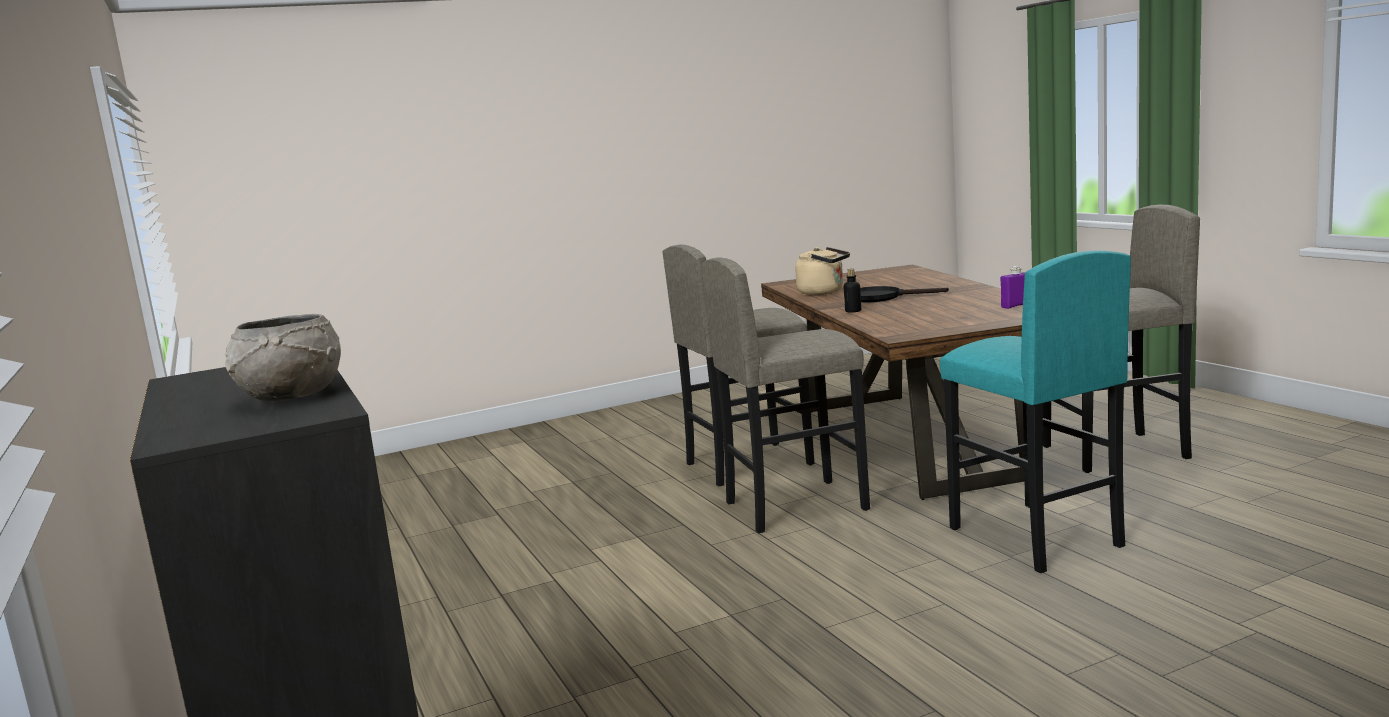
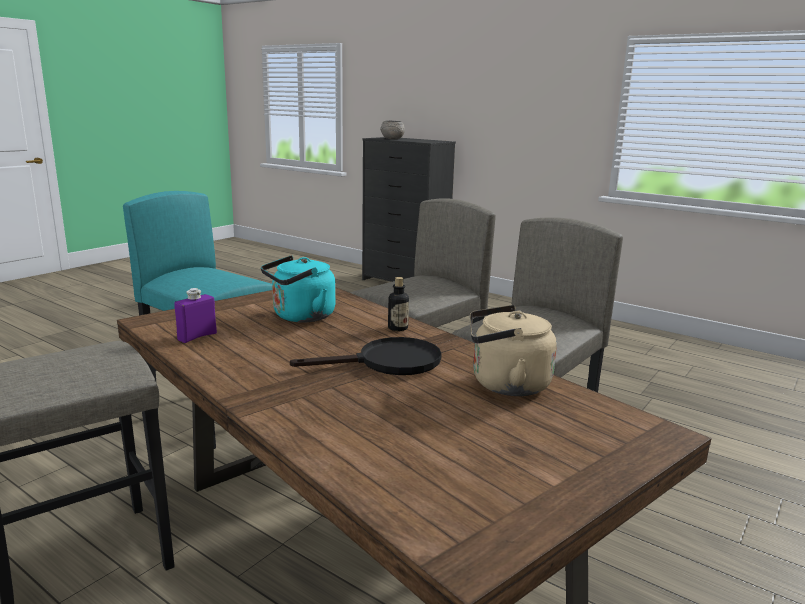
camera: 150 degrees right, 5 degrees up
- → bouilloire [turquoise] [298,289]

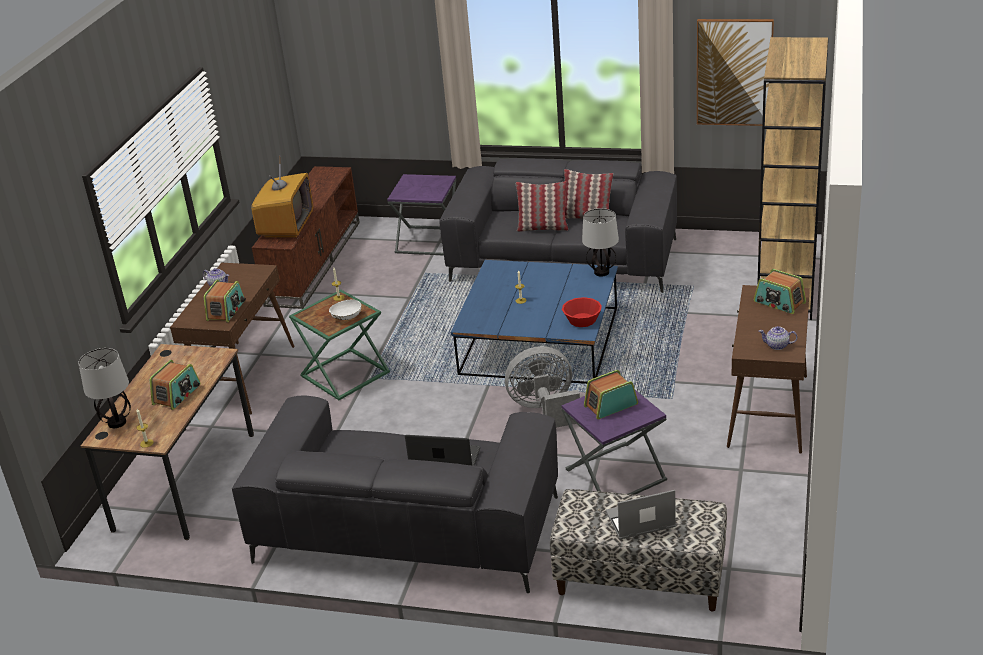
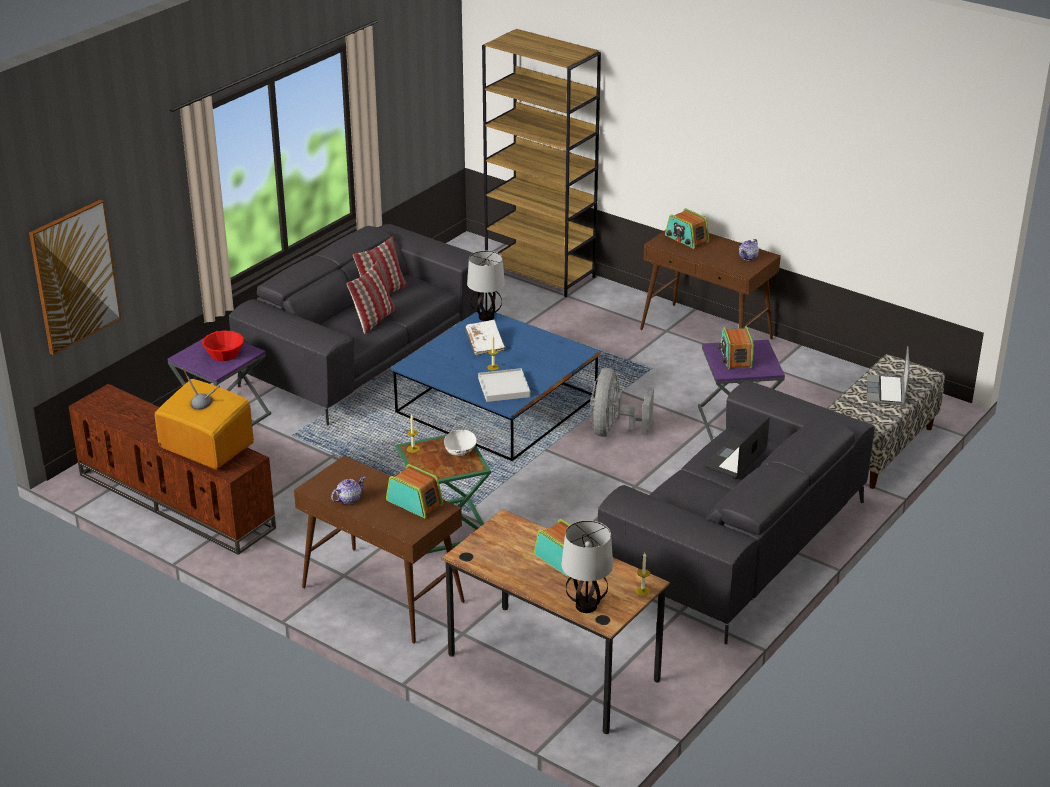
camera: 70 degrees left, 0 degrees up
tableau [735,72] → tableau [75,277], moved
radio [780,291] → radio [687,228], 75 degrees clockwise
bol [rouge] [582,312] → bol [rouge] [223,345], moved
- → livre [blanc] [485,337]
- → plateau [blanc] [504,385]

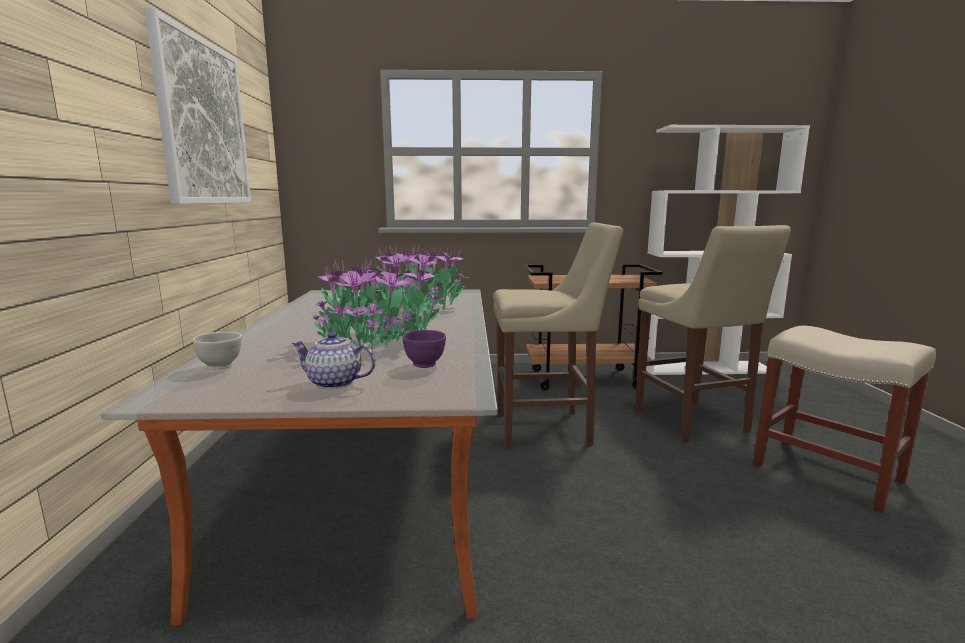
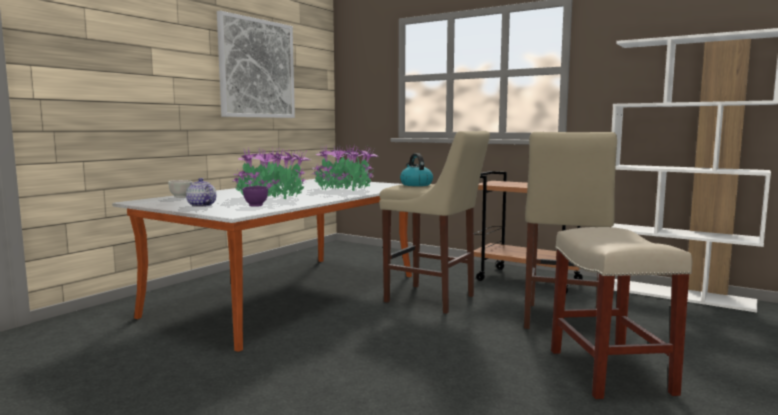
camera: 35 degrees right, 5 degrees down
- → bouilloire [416,169]

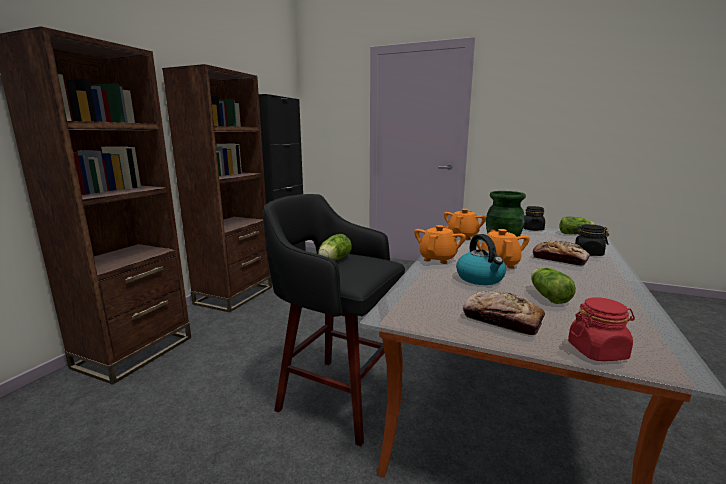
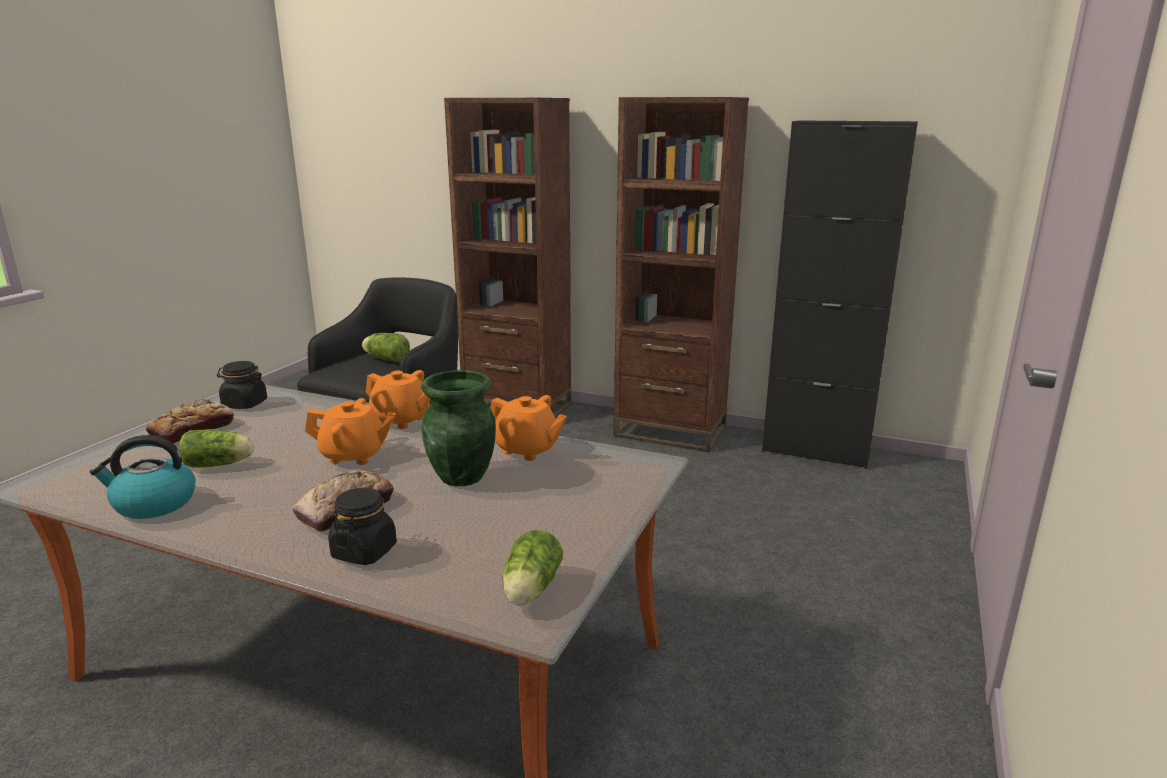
camera: 90 degrees right, 5 degrees up
bocal [noir] [534,218] → bocal [noir] [242,385], moved
bouilloire [481,259] → bouilloire [142,477], moved
bocal [rouge] [601,329] → -

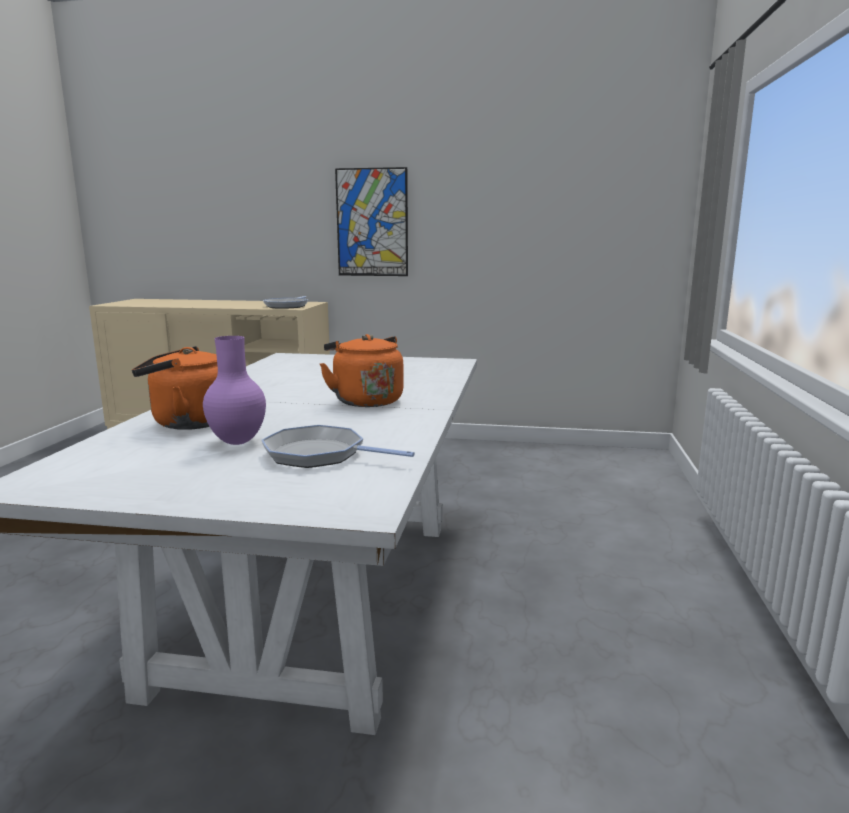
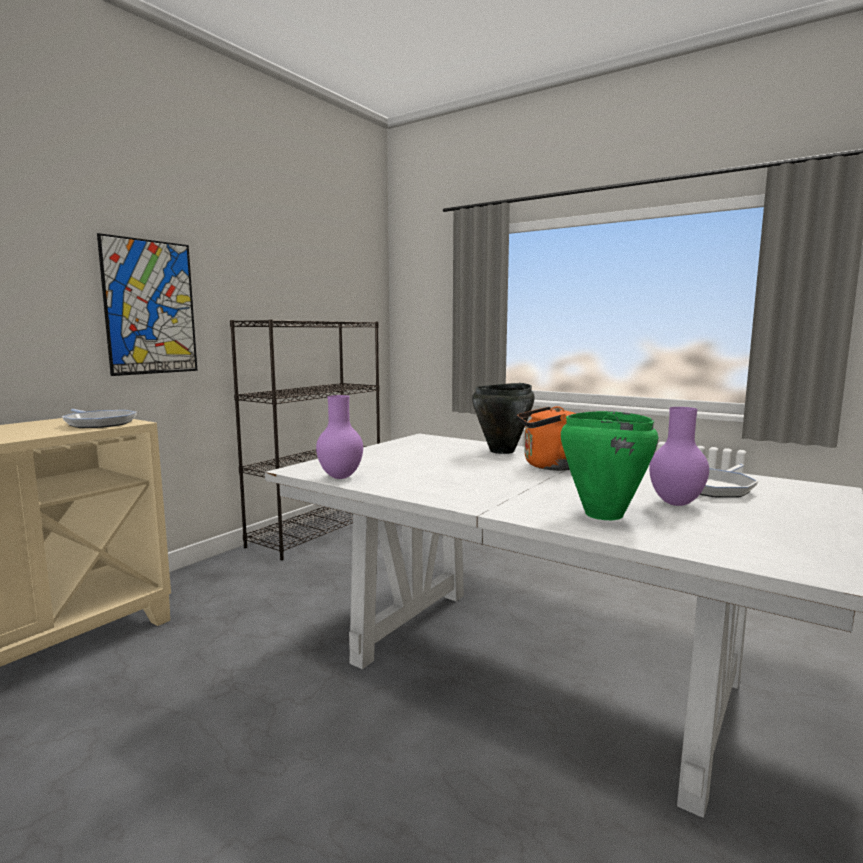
camera: 65 degrees left, 5 degrees down
bouilloire [orange] [175,388] → marmite [vert] [609,465]
- → bibliothèque [noir] [305,439]
- → marmite [noir] [503,418]
- → vase [violet] [339,437]

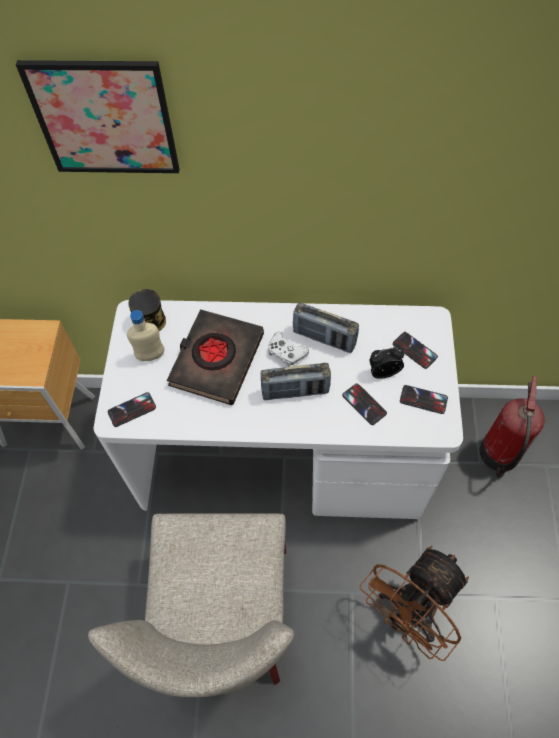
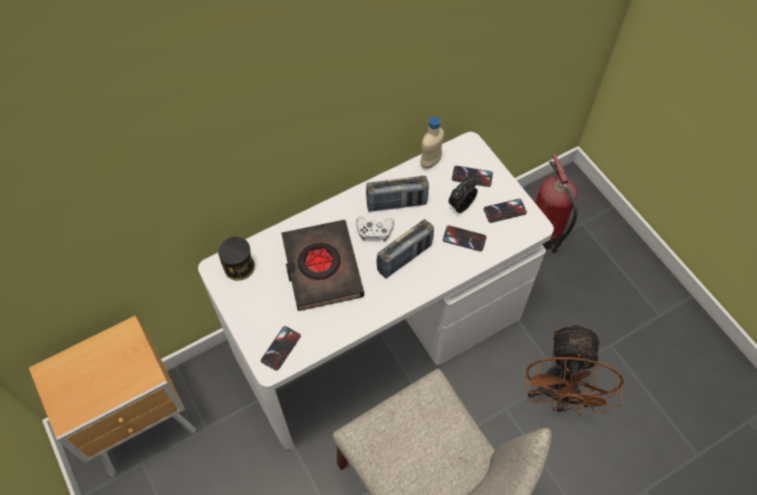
camera: 35 degrees left, 0 degrees up
tableau [98,116] → -
bouteille [beige] [145,335] → bouteille [beige] [432,143], moved

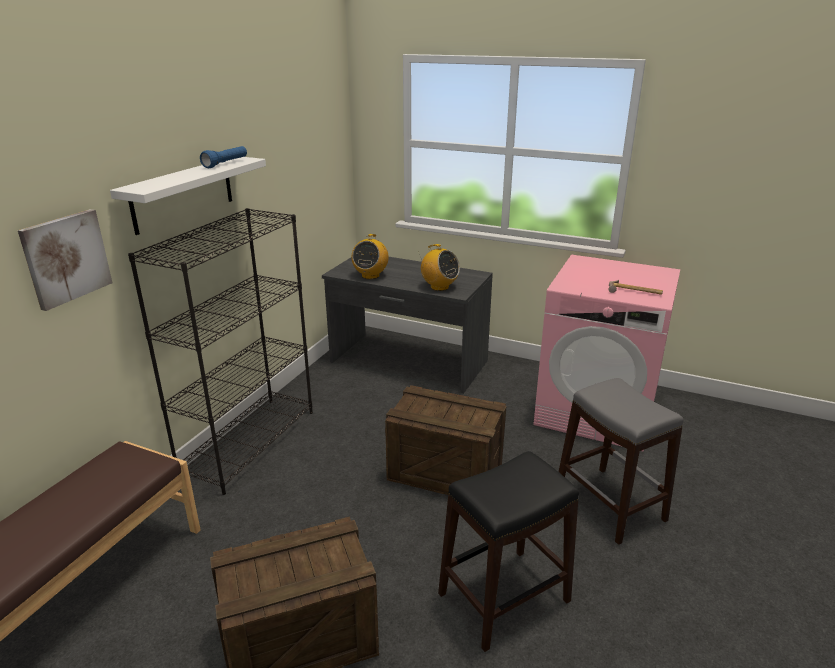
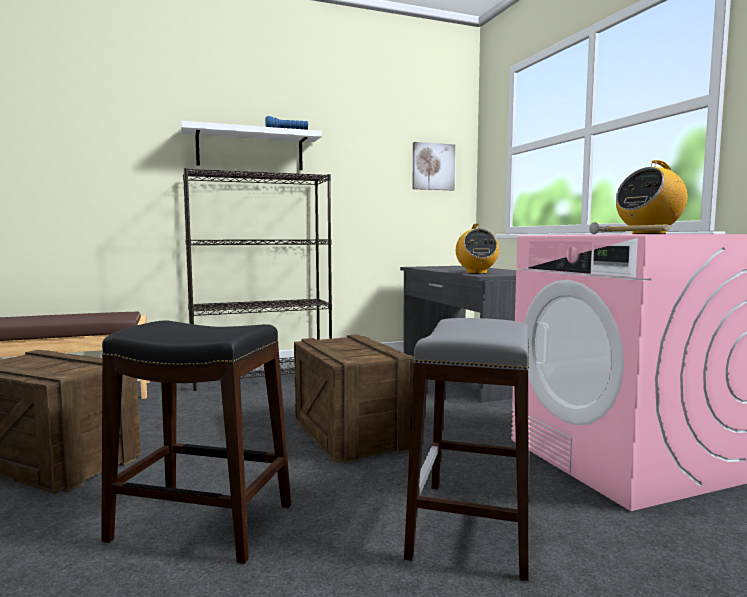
camera: 45 degrees right, 20 degrees down
tableau [65,260] → tableau [434,166], moved
radio [370,256] → radio [651,197], moved

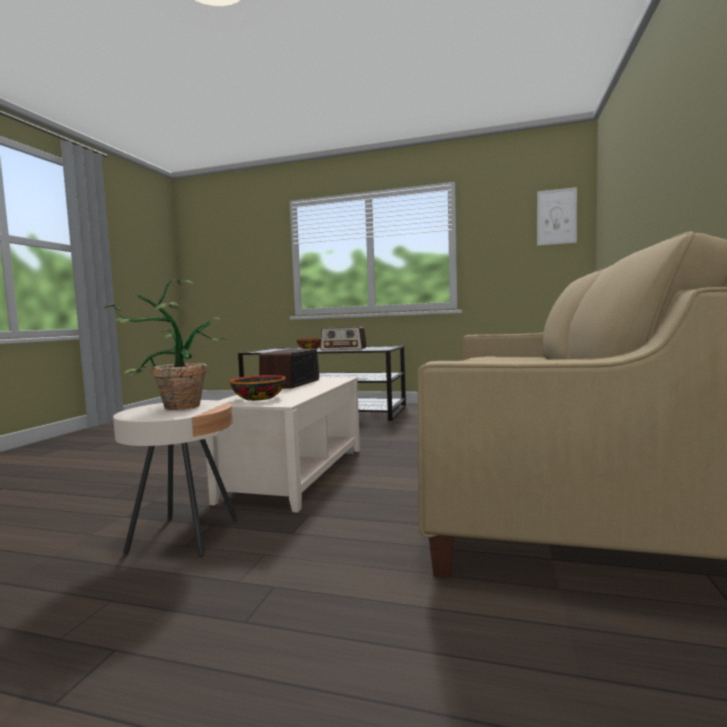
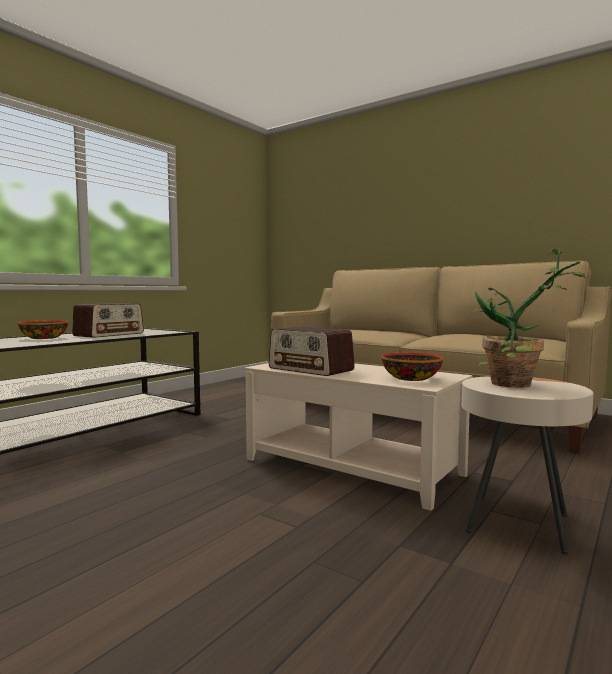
camera: 70 degrees left, 0 degrees up
tableau [557,216] → -

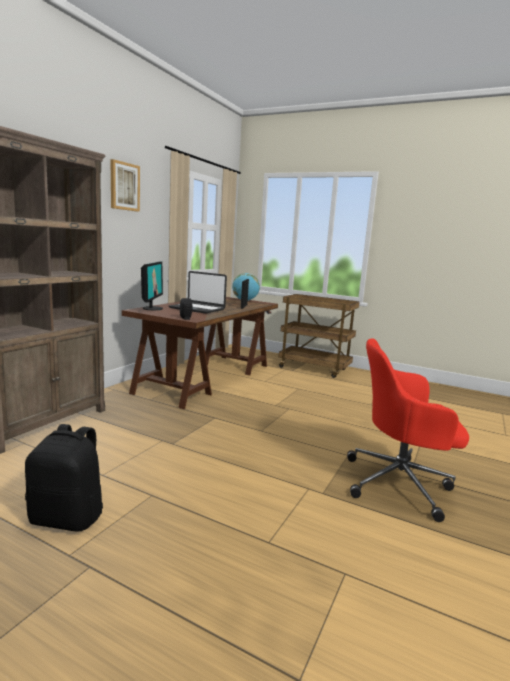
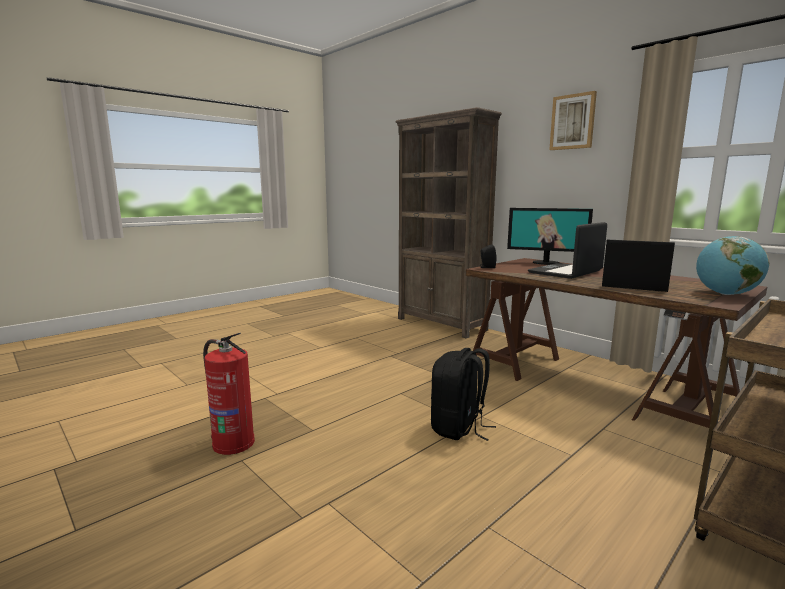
camera: 110 degrees right, 0 degrees up
chaise de bureau [rouge] [408,430] → extincteur [229,394]
sac à dos [noir] [64,478] → sac à dos [noir] [463,394], moved

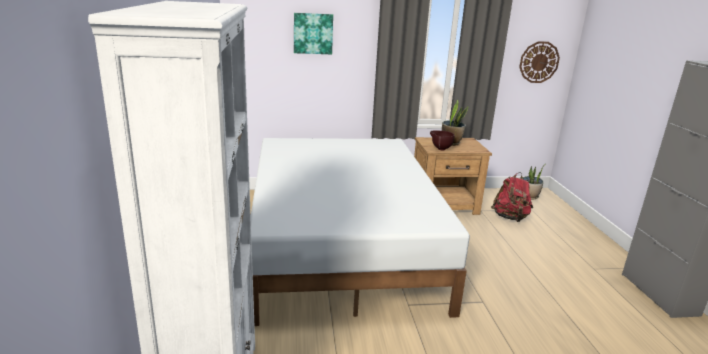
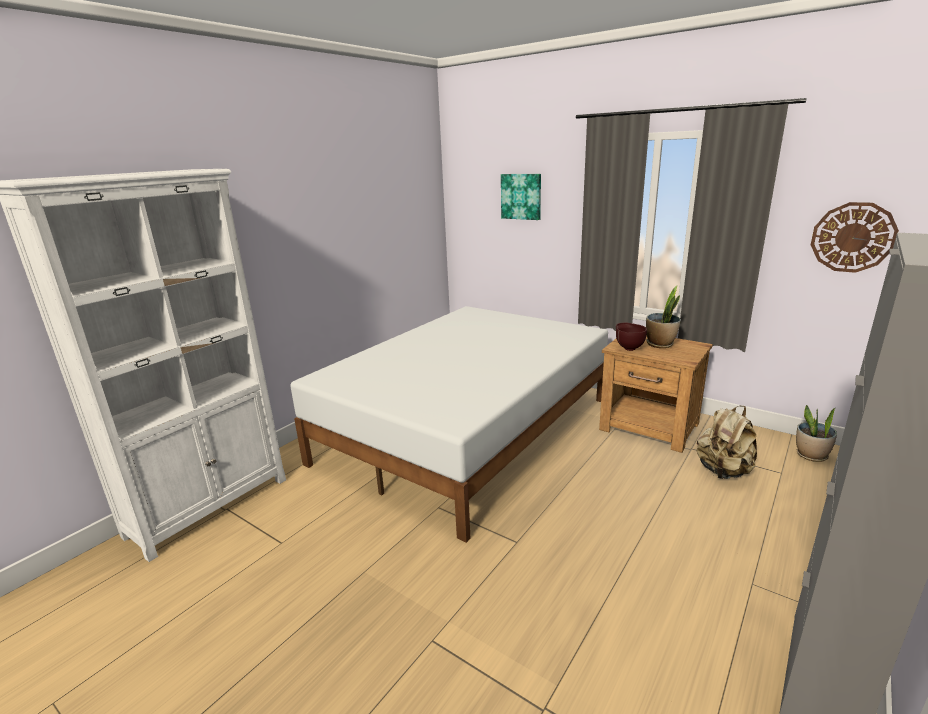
camera: 45 degrees right, 0 degrees up
sac à dos [rouge] [512,197] → sac à dos [beige] [726,442]

